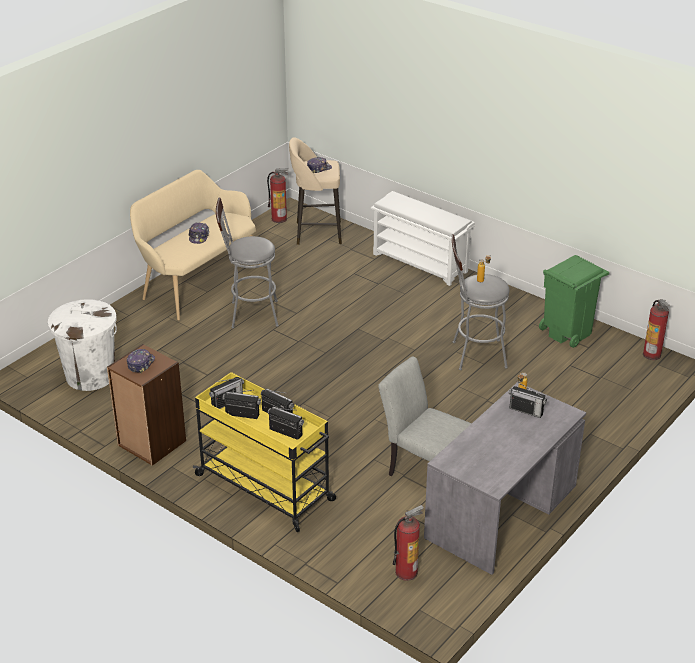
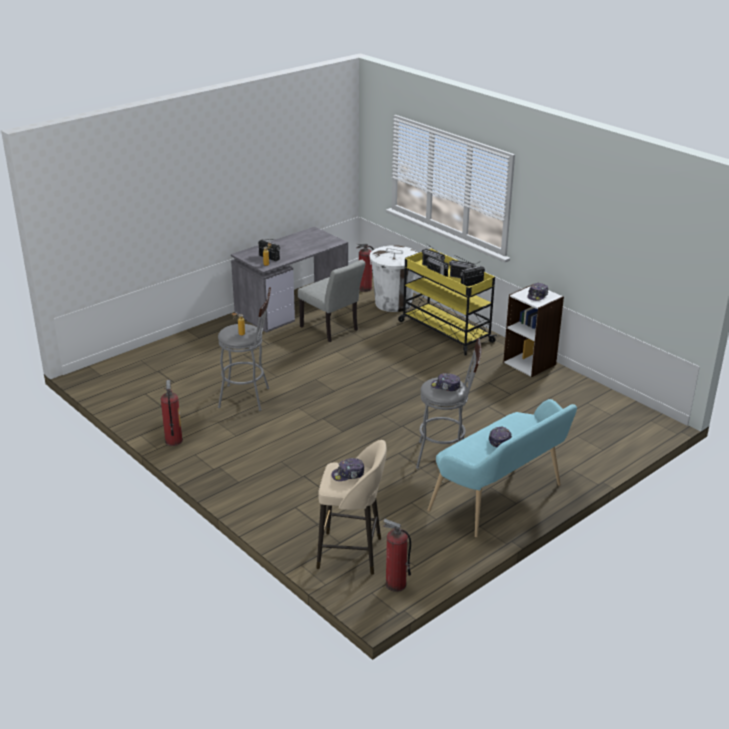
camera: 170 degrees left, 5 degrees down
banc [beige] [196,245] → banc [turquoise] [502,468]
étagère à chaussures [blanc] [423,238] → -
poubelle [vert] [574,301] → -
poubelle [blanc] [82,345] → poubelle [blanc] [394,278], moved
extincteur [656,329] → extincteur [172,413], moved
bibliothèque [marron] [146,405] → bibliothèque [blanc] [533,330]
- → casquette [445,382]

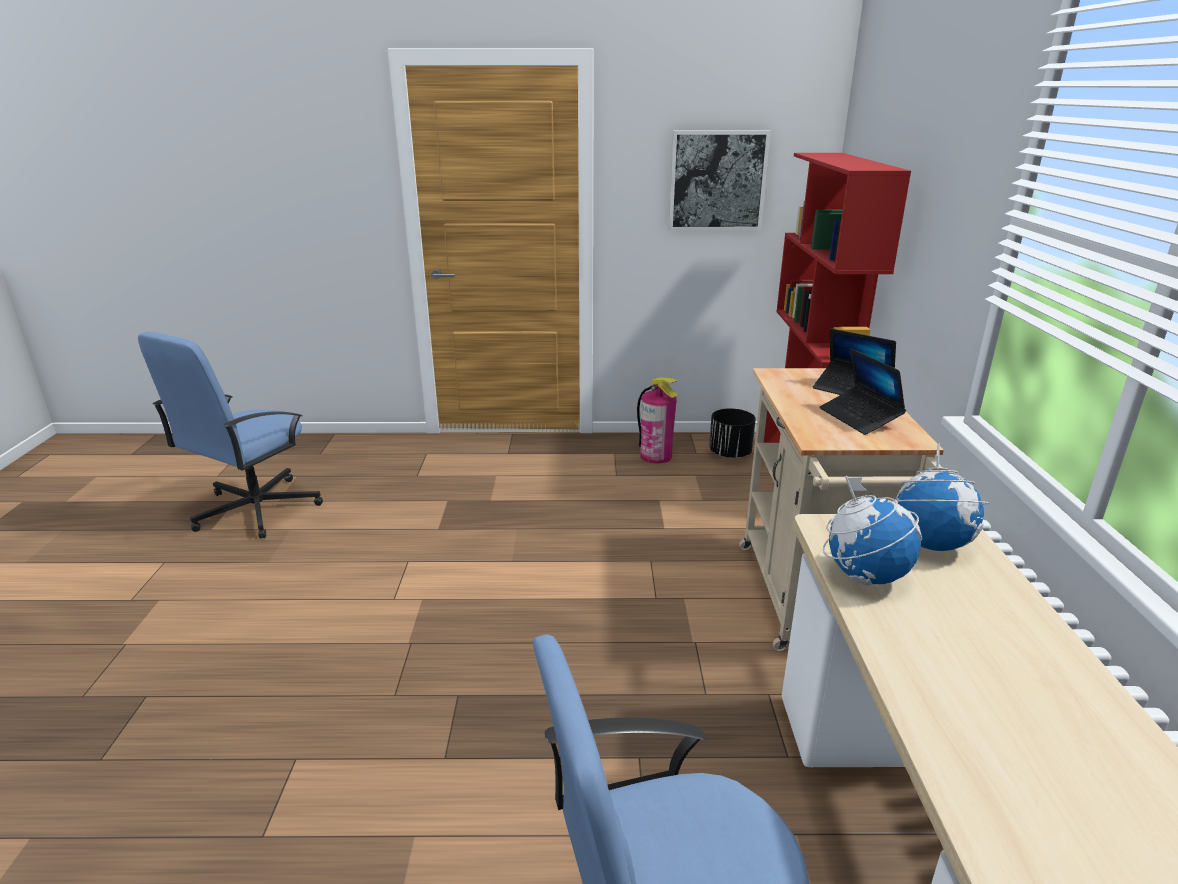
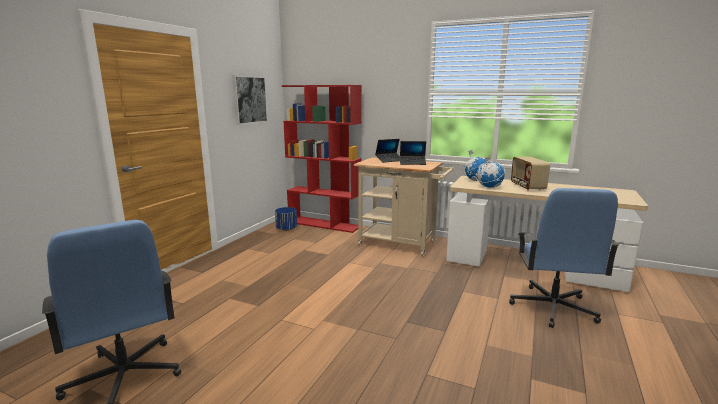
camera: 65 degrees left, 10 degrees down
extincteur [657,420] → -
cache-pot [noir] [732,433] → cache-pot [bleu] [286,219]
- → radio [530,174]

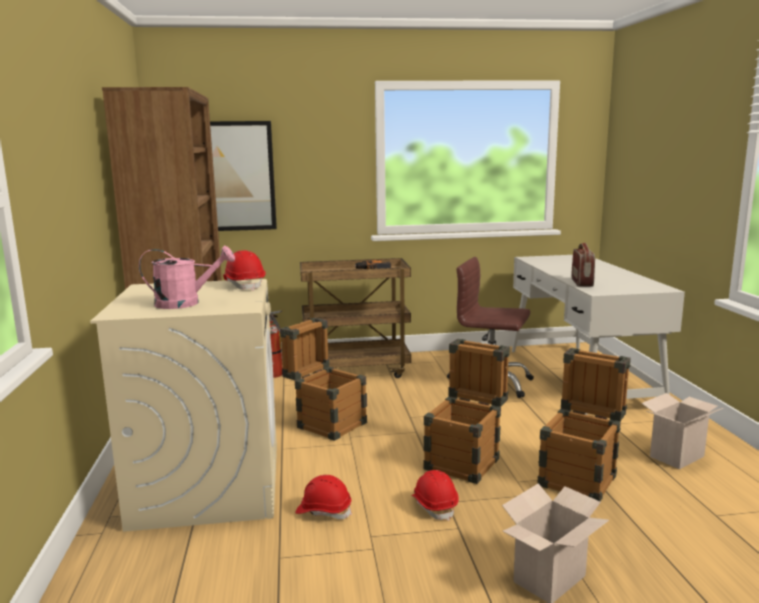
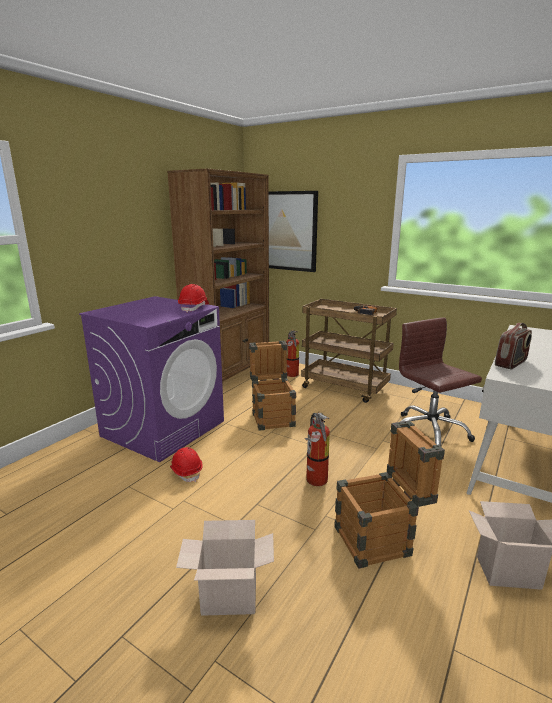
camera: 40 degrees right, 5 degrees up
arrosoir [rose] [187,277] → -
lave-linge [beige] [183,405] → lave-linge [violet] [151,379]
caisse [467,411] → extincteur [317,449]
casque de chantier [rouge] [435,495] → -

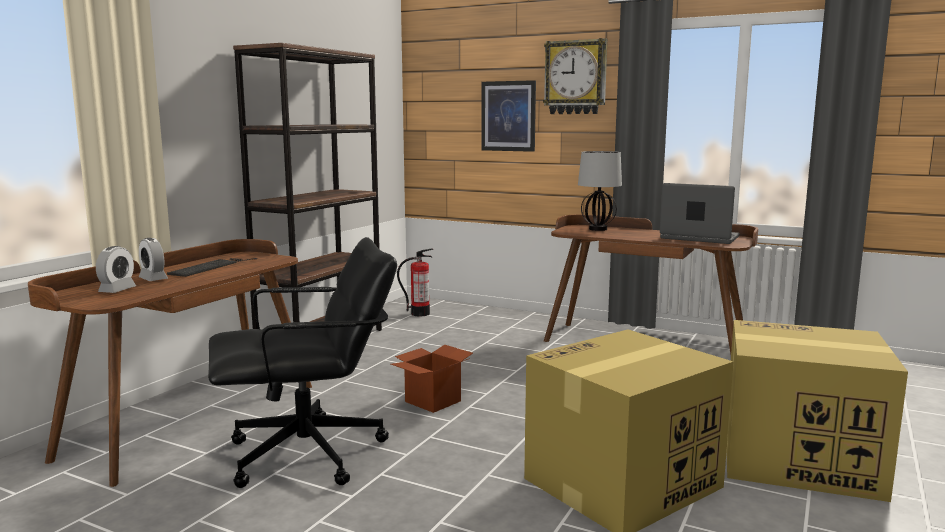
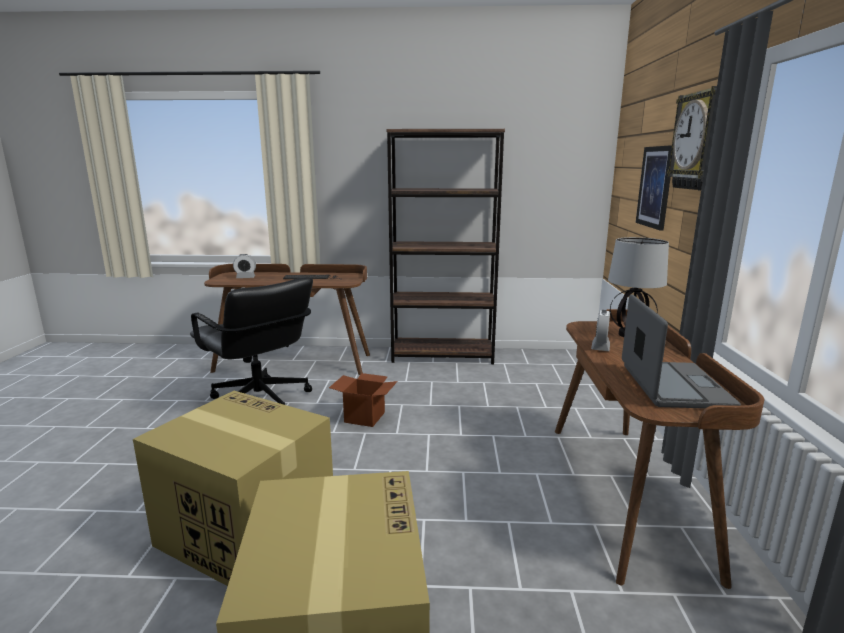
camera: 65 degrees right, 5 degrees up
réveil [153,259] → réveil [600,330], moved
extincteur [415,282] → -

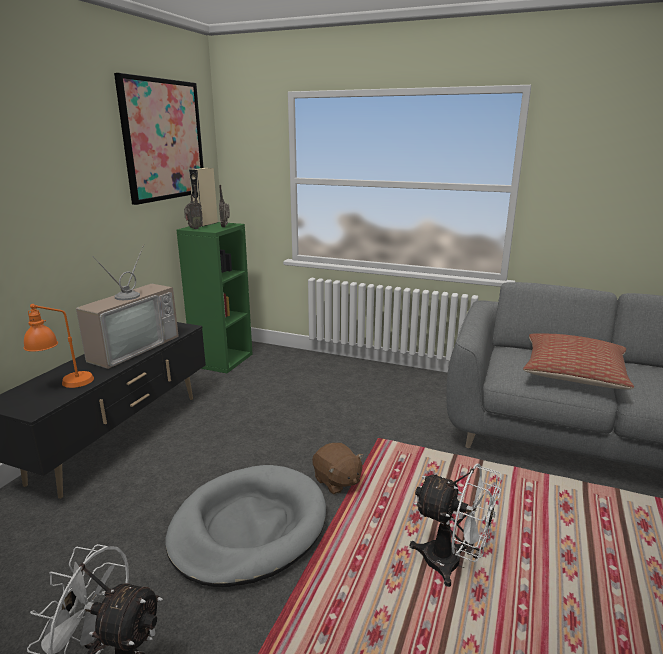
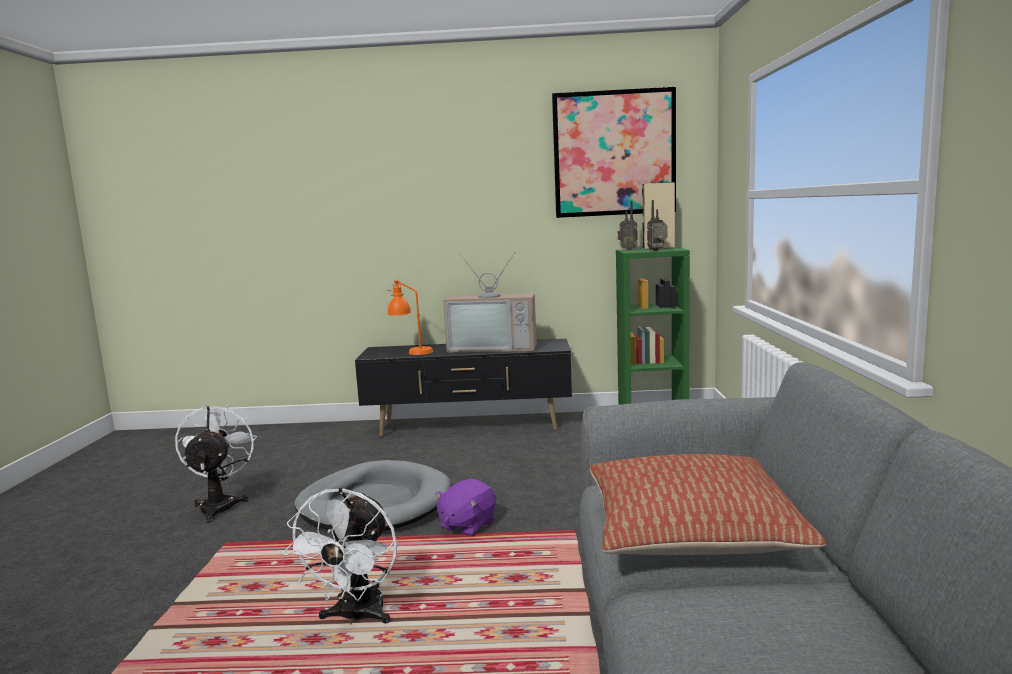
camera: 70 degrees right, 10 degrees down
peluche [marron] [338,469] → peluche [violet] [465,507]

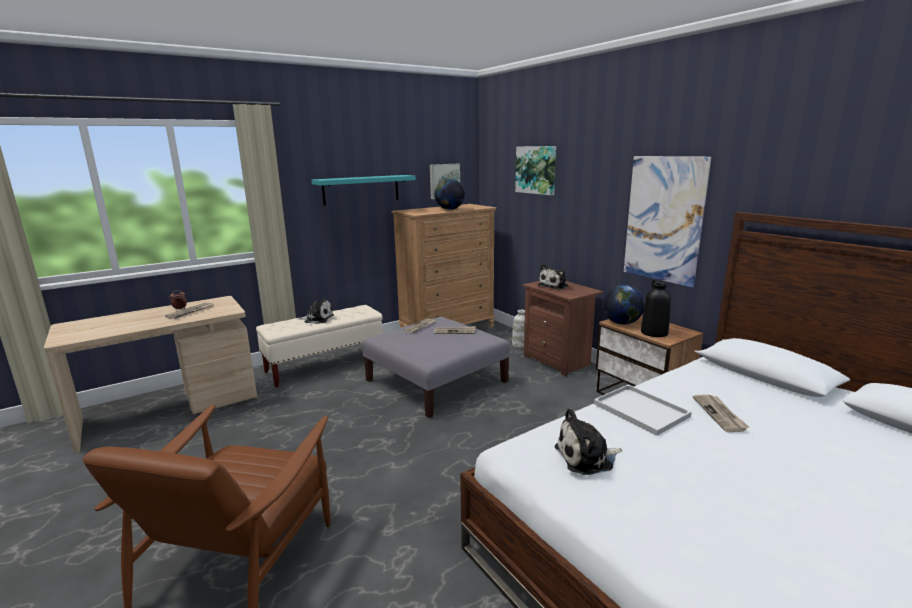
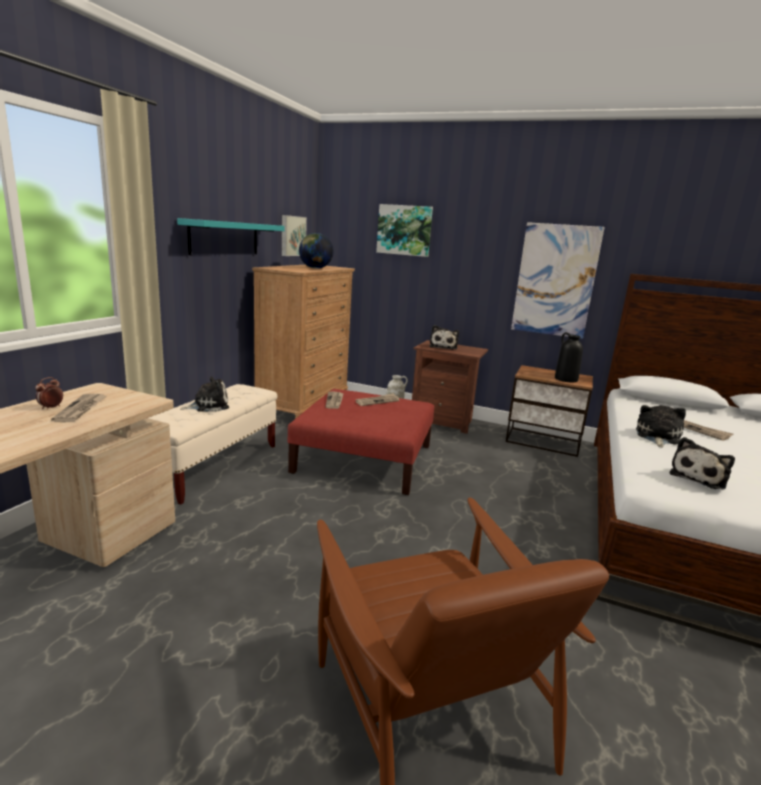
camera: 35 degrees left, 0 degrees up
globe [624,305] → -
pouf [gris] [436,367] → pouf [rouge] [361,442]
plateau [blanc] [643,410] → peluche [661,426]

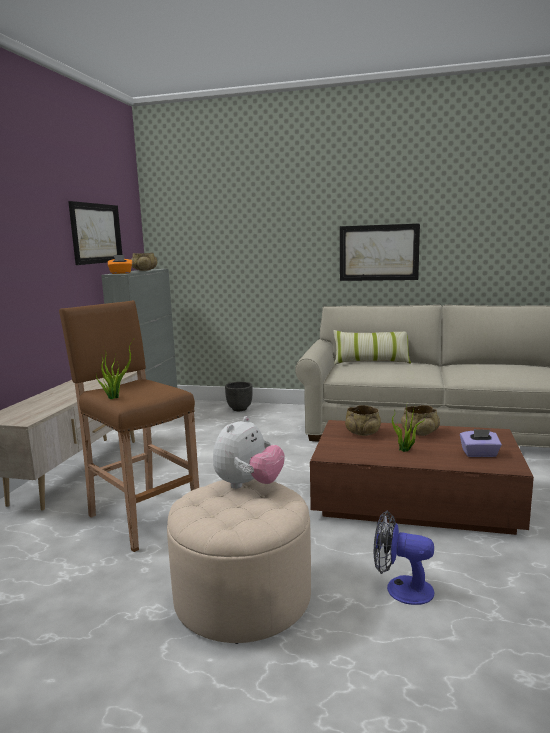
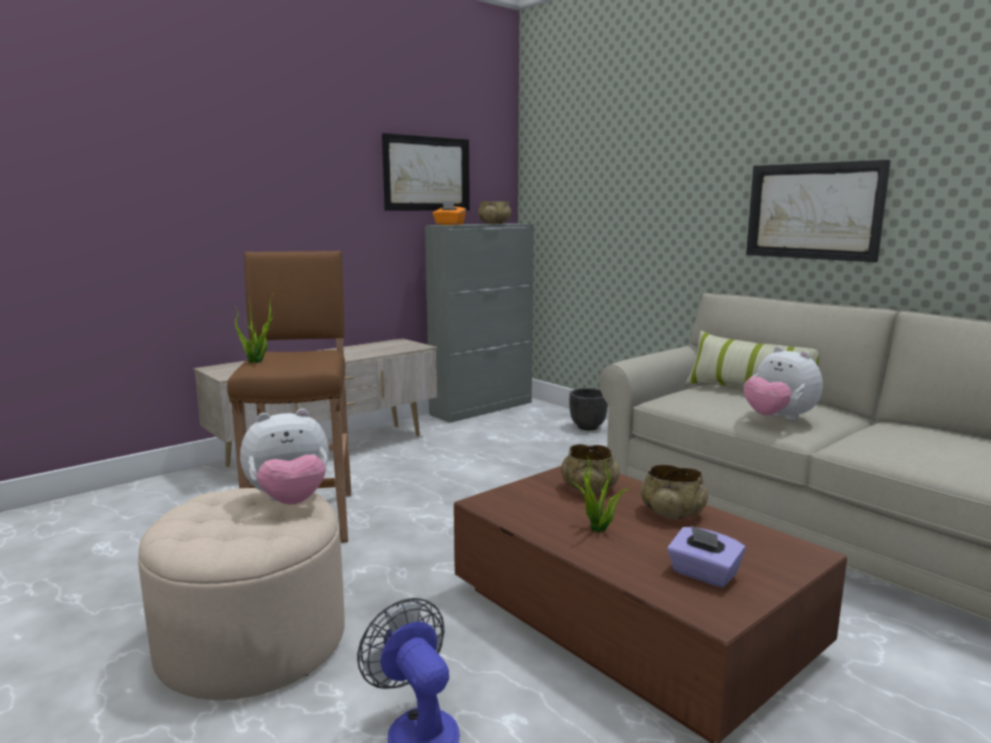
camera: 35 degrees right, 0 degrees up
- → peluche [783,383]

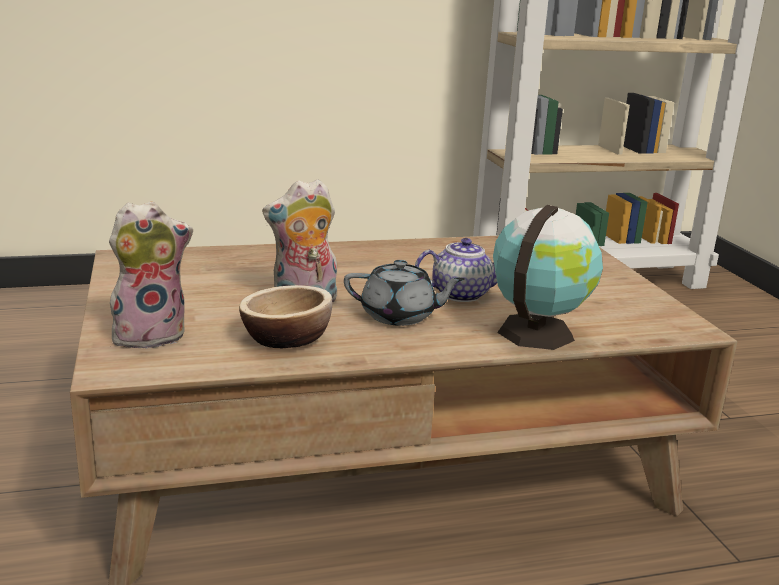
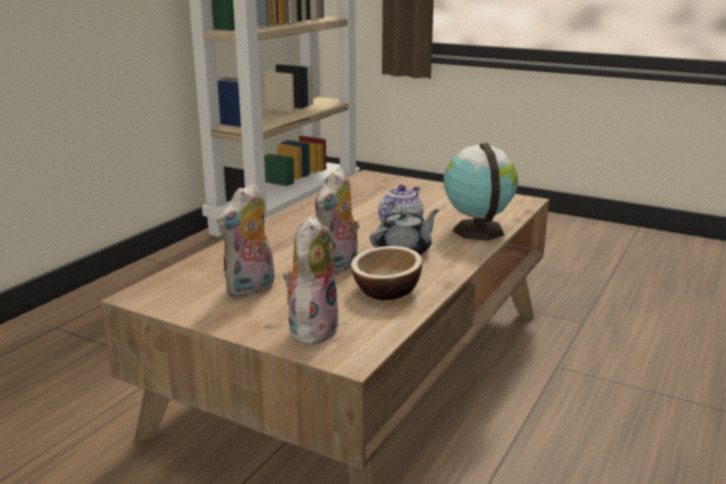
camera: 45 degrees left, 0 degrees up
- → peluche [246,240]

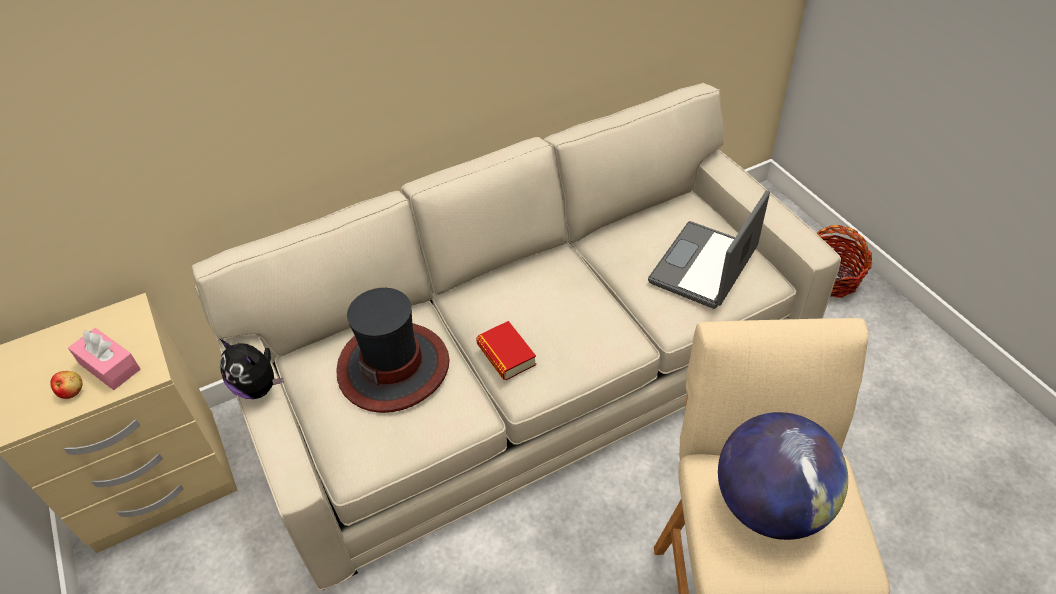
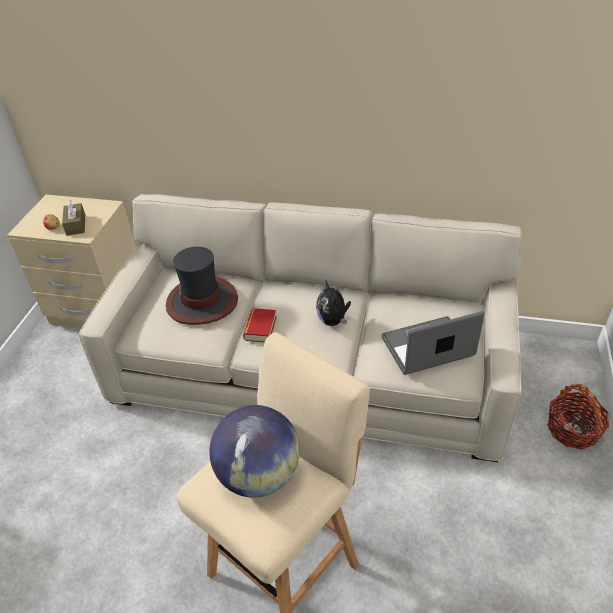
camera: 40 degrees right, 5 degrees down
boîte à mouchoirs [rose] [104,359] → boîte à mouchoirs [marron] [73,218]
peluche [252,369] → peluche [333,303], moved

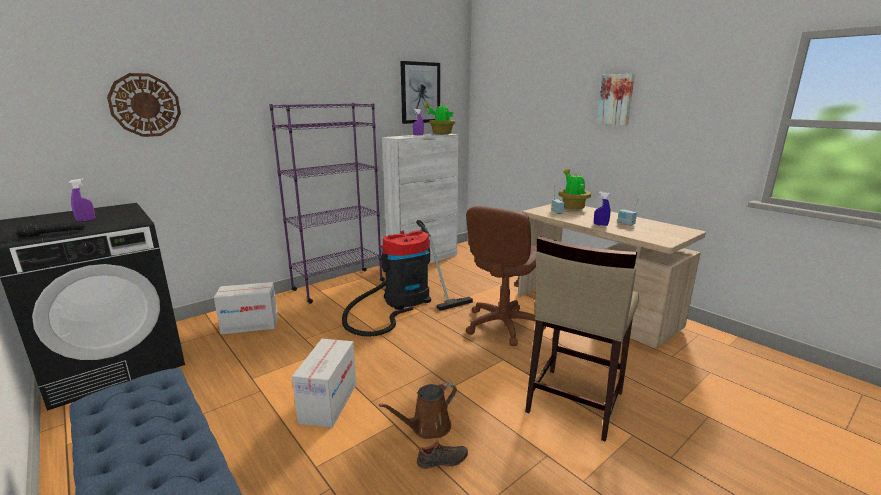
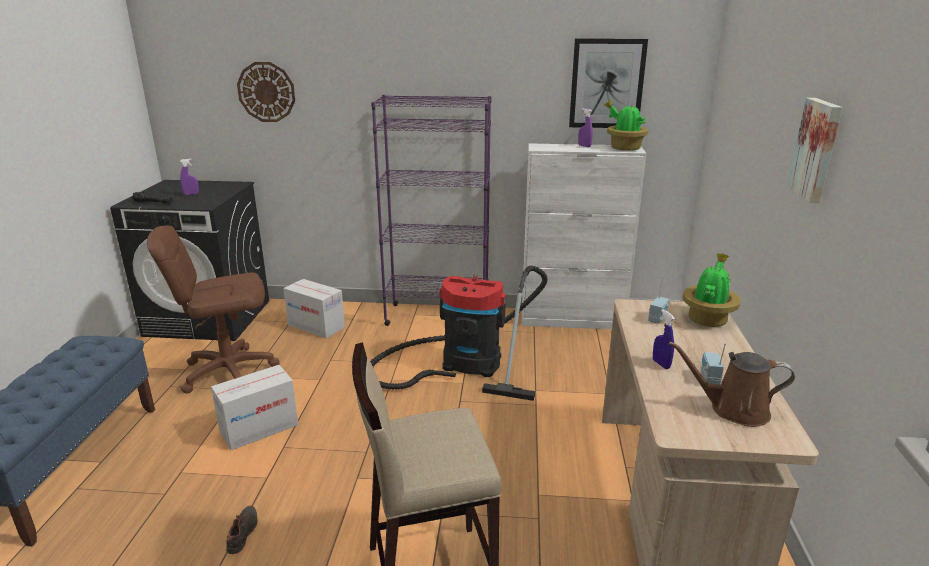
camera: 45 degrees right, 5 degrees up
chaise de bureau [marron] [506,276] → chaise de bureau [marron] [213,310], moved
arrosoir [marron] [418,410] → arrosoir [marron] [732,384], moved
chaussure [noir] [442,454] → chaussure [noir] [242,530], 120 degrees counterclockwise

